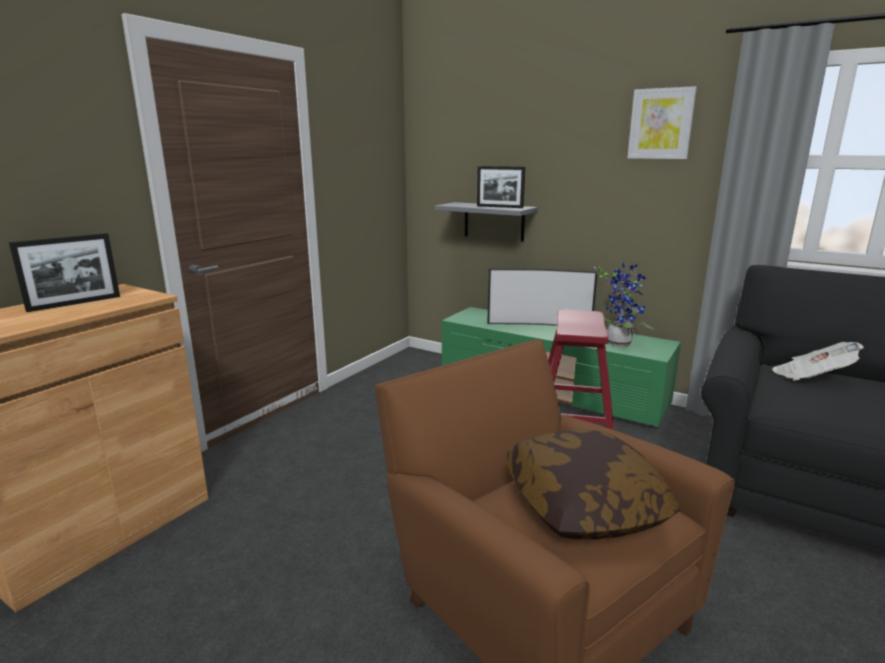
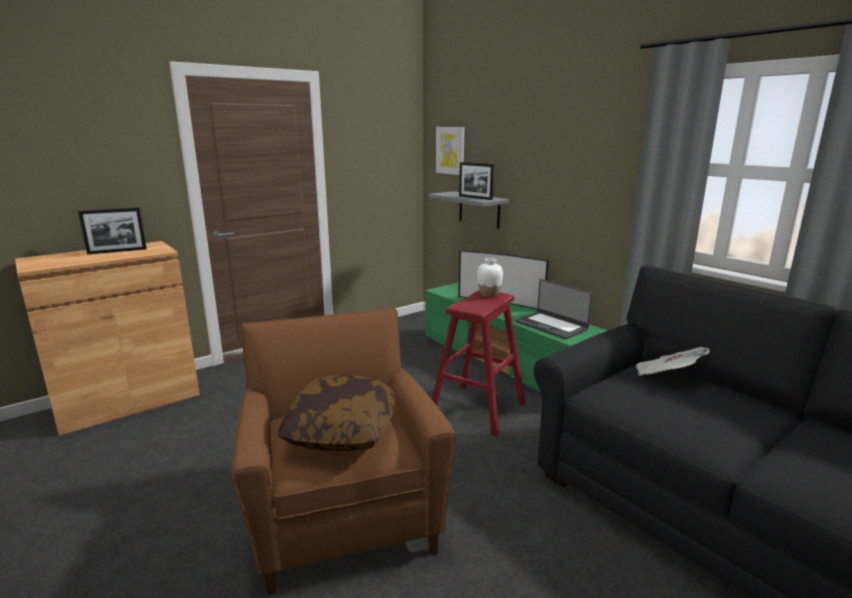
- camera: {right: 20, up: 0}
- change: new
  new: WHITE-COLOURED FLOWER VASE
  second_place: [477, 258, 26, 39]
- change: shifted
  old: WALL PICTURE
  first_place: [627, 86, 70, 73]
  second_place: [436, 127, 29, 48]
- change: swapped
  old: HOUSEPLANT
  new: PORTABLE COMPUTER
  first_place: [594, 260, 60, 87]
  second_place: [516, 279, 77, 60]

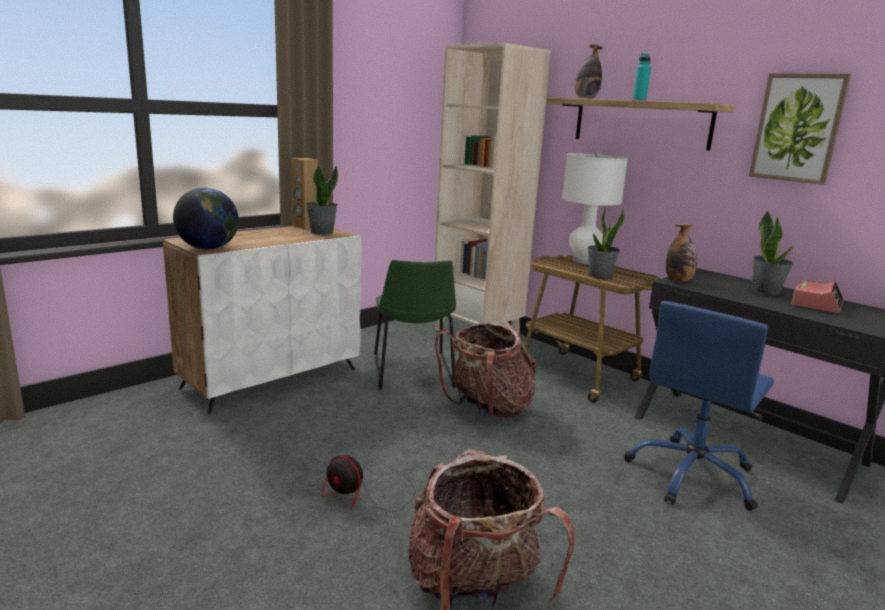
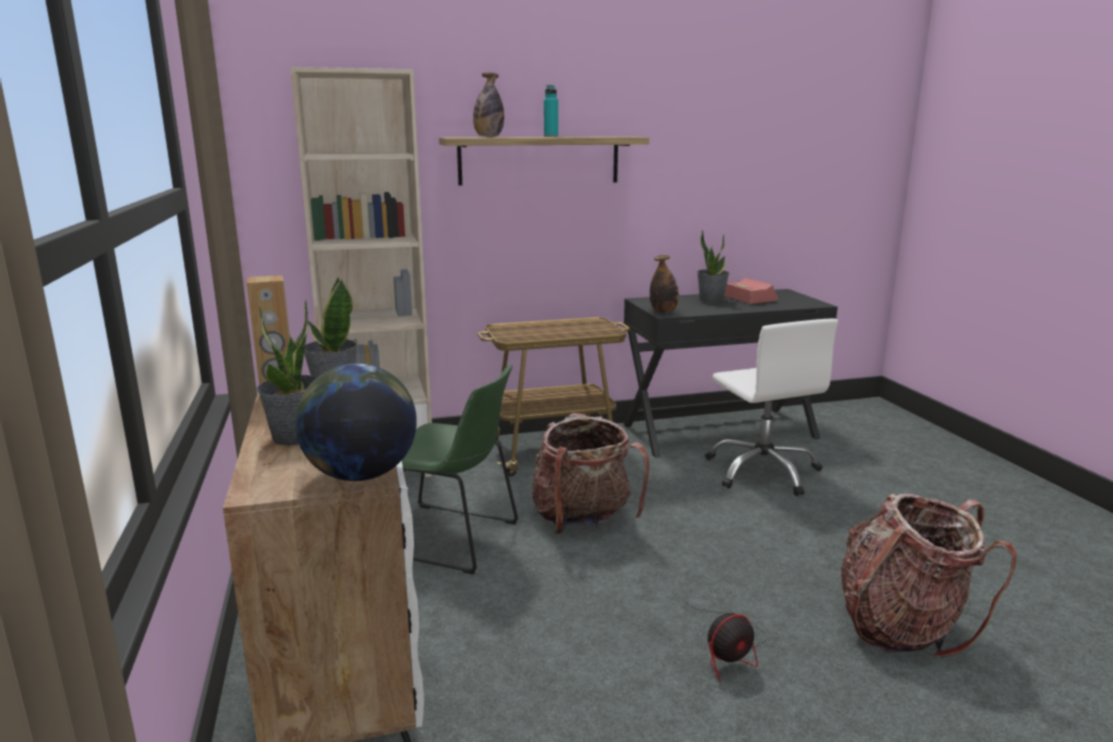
- camera: {right: -60, up: 0}
- change: gone
  old: WHITE-COLOURED TABLETOP LAMP
  first_place: [562, 152, 66, 112]
- change: gone
  old: WALL PICTURE
  first_place: [749, 73, 102, 112]
- change: shifted
  old: HOUSEPLANT
  first_place: [588, 207, 37, 72]
  second_place: [257, 300, 60, 146]
- change: repainted
  old: BLUE COMPUTER CHAIR
  new: WHITE-COLOURED COMPUTER CHAIR
  first_place: [624, 301, 150, 210]
  second_place: [705, 318, 133, 178]

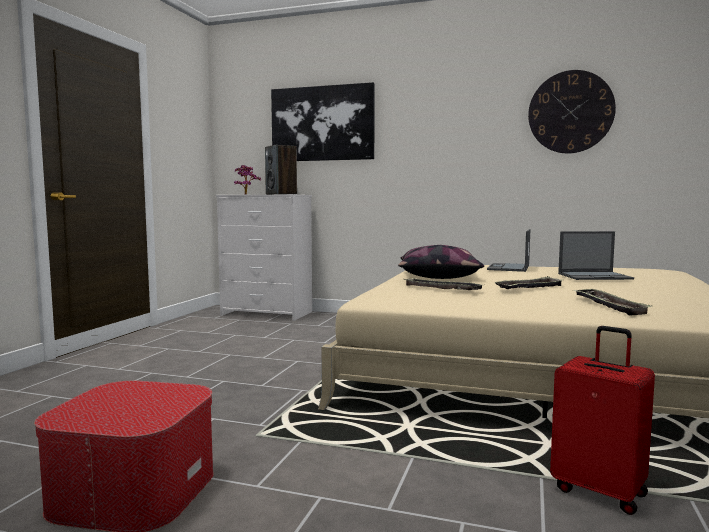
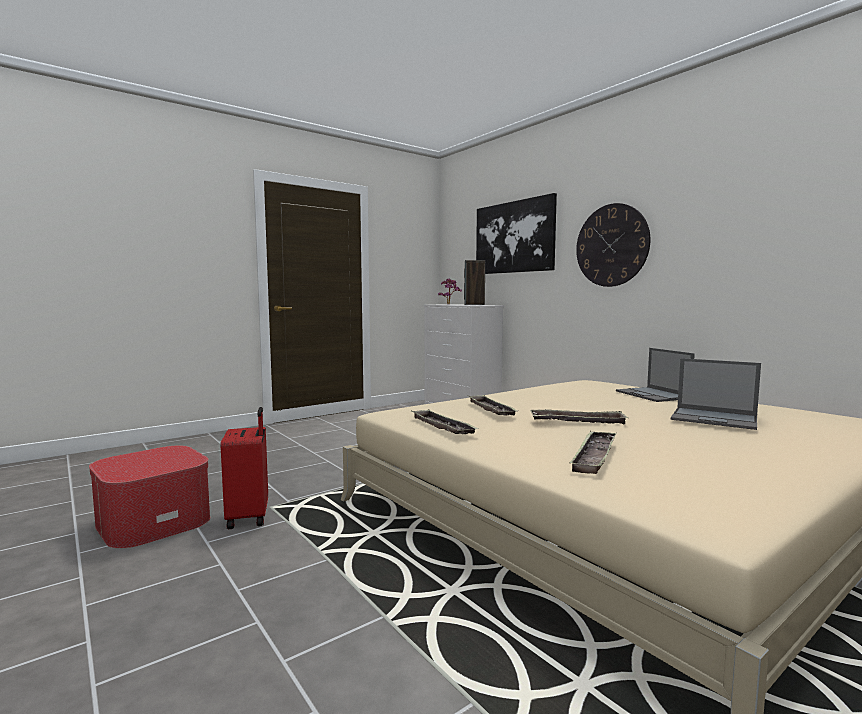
- camera: {right: 35, up: 0}
- change: gone
  old: CUSHION
  first_place: [398, 245, 86, 34]
- change: new
  new: CARRYING TRAY
  second_place: [411, 410, 68, 24]
- change: shifted
  old: CLOCK ON THE WALL
  first_place: [528, 70, 88, 83]
  second_place: [576, 203, 75, 84]
- change: shifted
  old: RED-COLOURED TRAVEL CASE
  first_place: [550, 326, 105, 189]
  second_place: [221, 407, 47, 122]
- change: rotated
  old: PORTABLE COMPUTER
  first_place: [487, 229, 44, 43]
  second_place: [616, 348, 79, 54]
  degrees: -75

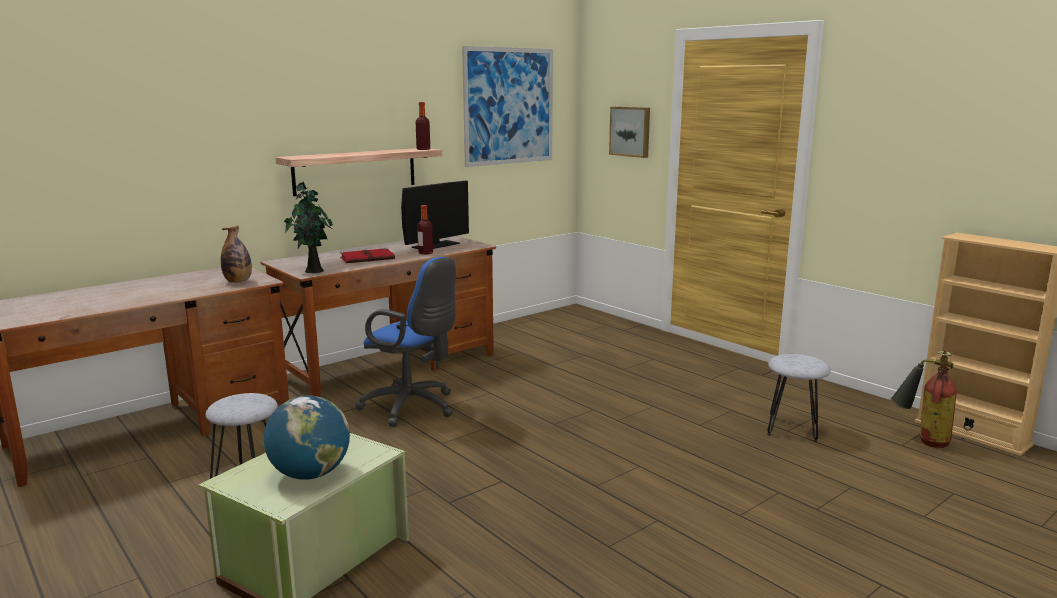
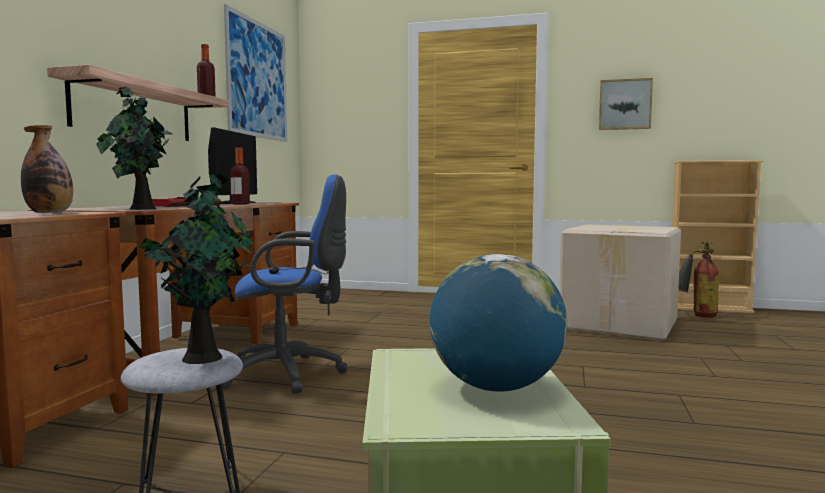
- camera: {right: -35, up: -10}
- change: new
  new: HOUSEPLANT
  second_place: [139, 172, 115, 192]
- change: shifted
  old: WALL PICTURE
  first_place: [609, 107, 41, 51]
  second_place: [599, 78, 54, 52]
- change: swapped
  old: GREYISH SITTING STOOL
  new: CARTON
  first_place: [767, 354, 64, 88]
  second_place: [560, 224, 121, 117]

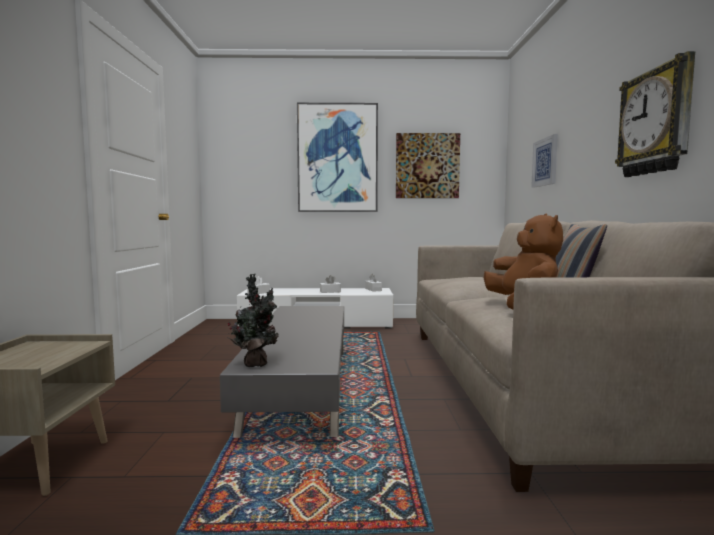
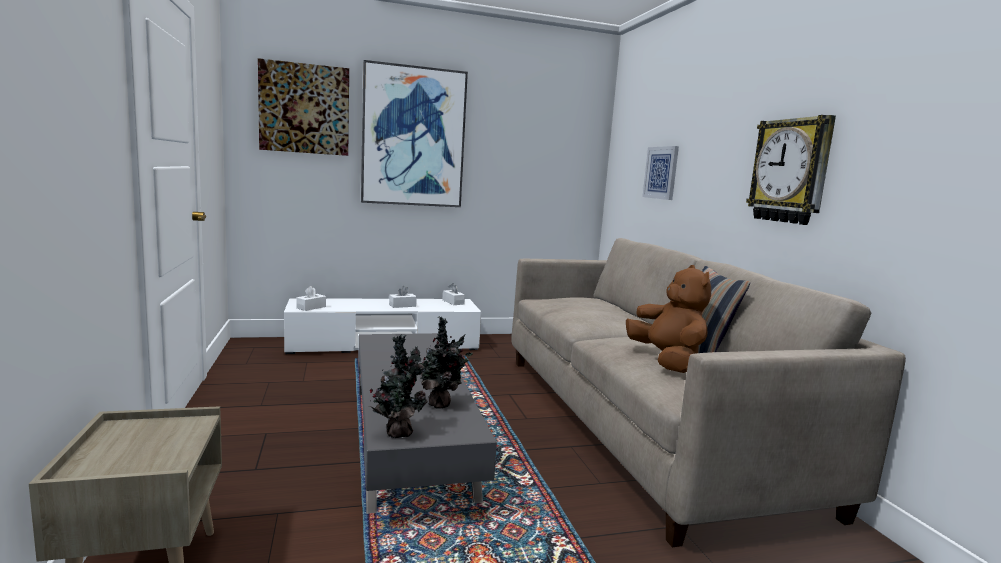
- camera: {right: -15, up: 5}
- change: new
  new: HOUSEPLANT
  second_place: [417, 316, 56, 93]
- change: shifted
  old: WALL PICTURE
  first_place: [396, 133, 64, 65]
  second_place: [258, 58, 91, 98]

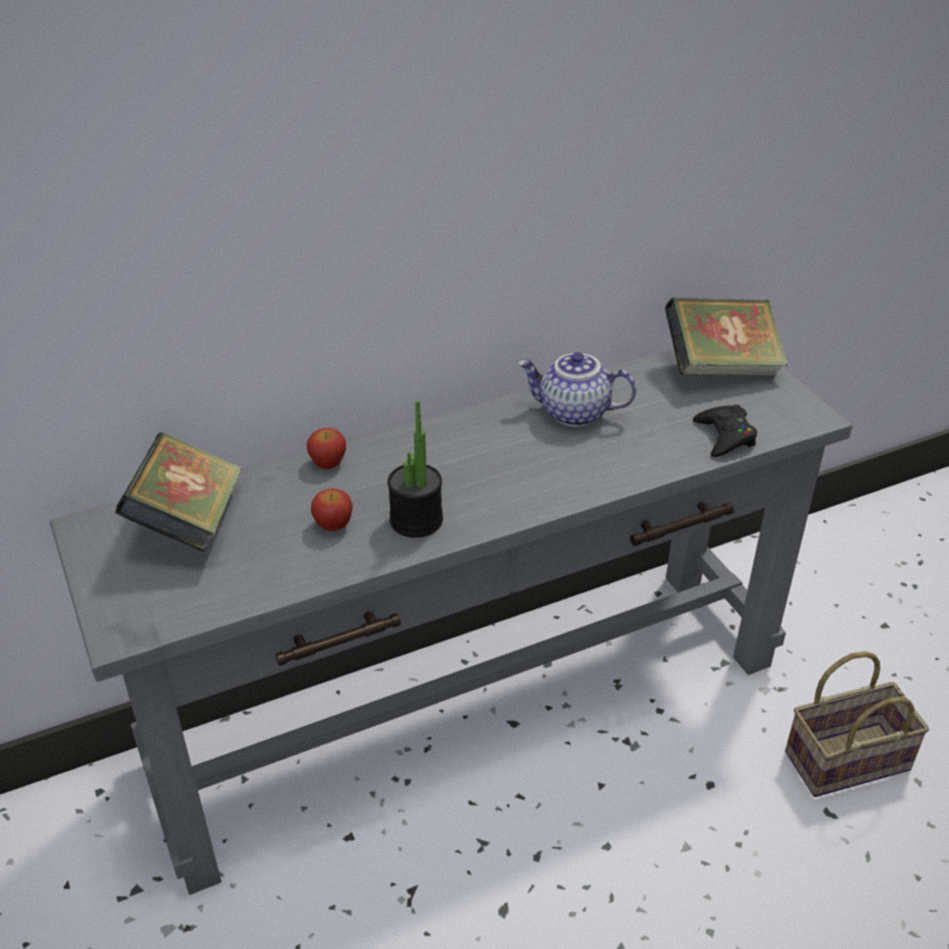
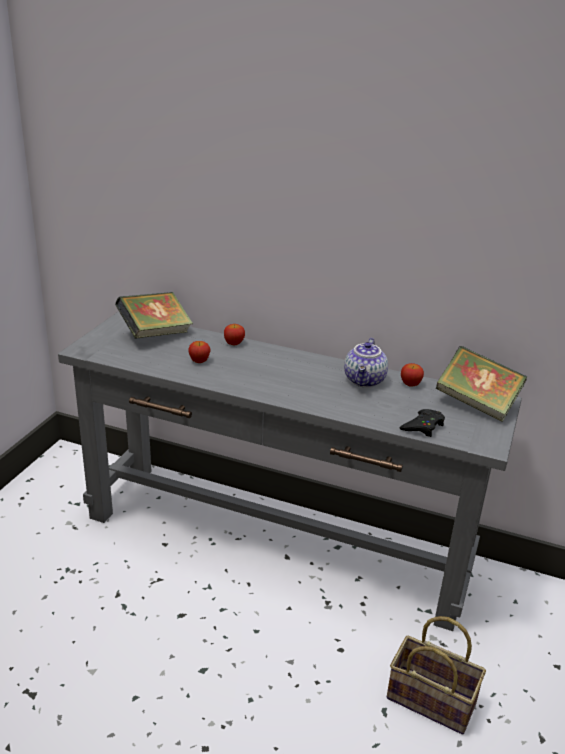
- camera: {right: 45, up: -10}
- change: gone
  old: HOUSEPLANT
  first_place: [388, 400, 55, 138]
- change: new
  new: WHOLE APPLE
  second_place: [401, 363, 23, 24]
- change: rotated
  old: TEAPOT
  first_place: [518, 352, 118, 75]
  second_place: [344, 338, 44, 50]
  degrees: -135

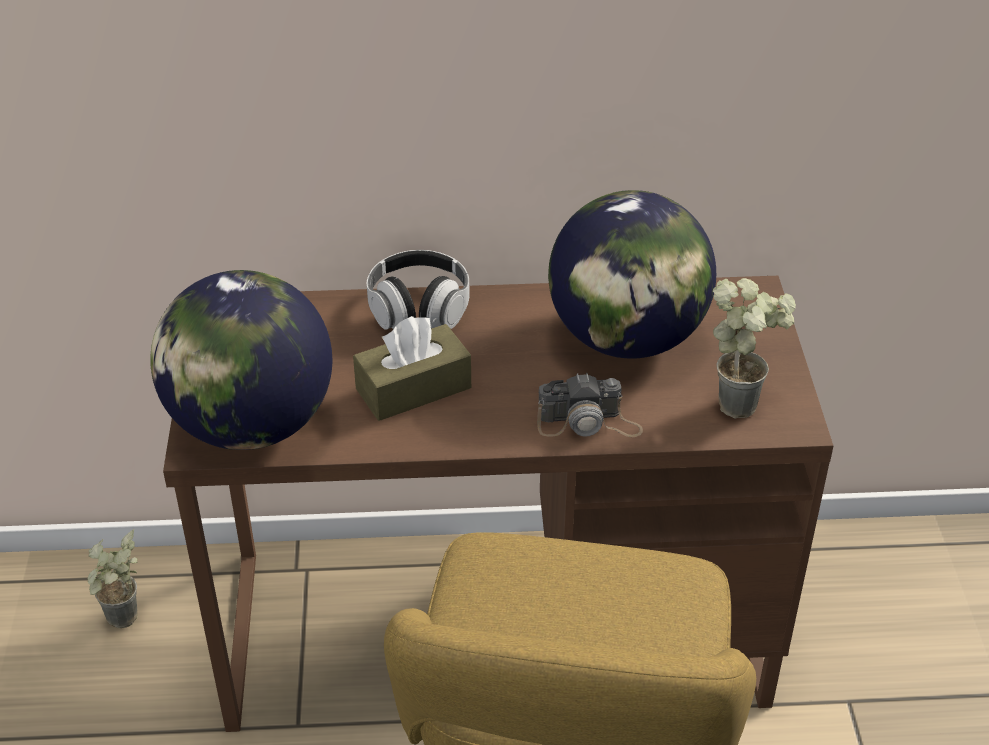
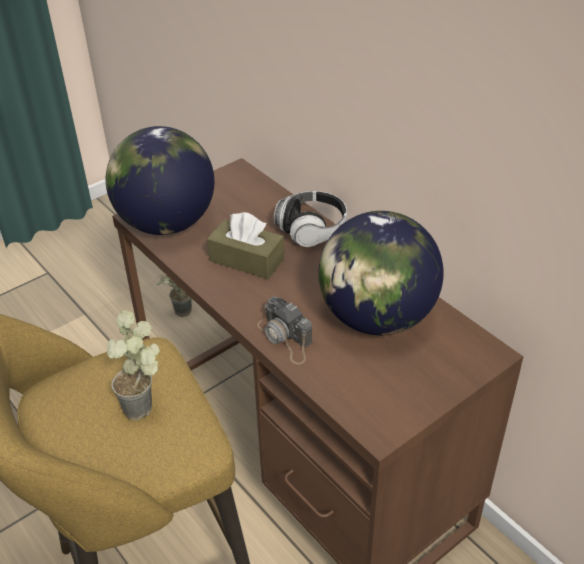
- camera: {right: 55, up: 0}
- change: shifted
  old: HOUSEPLANT
  first_place: [713, 278, 83, 141]
  second_place: [107, 310, 53, 110]

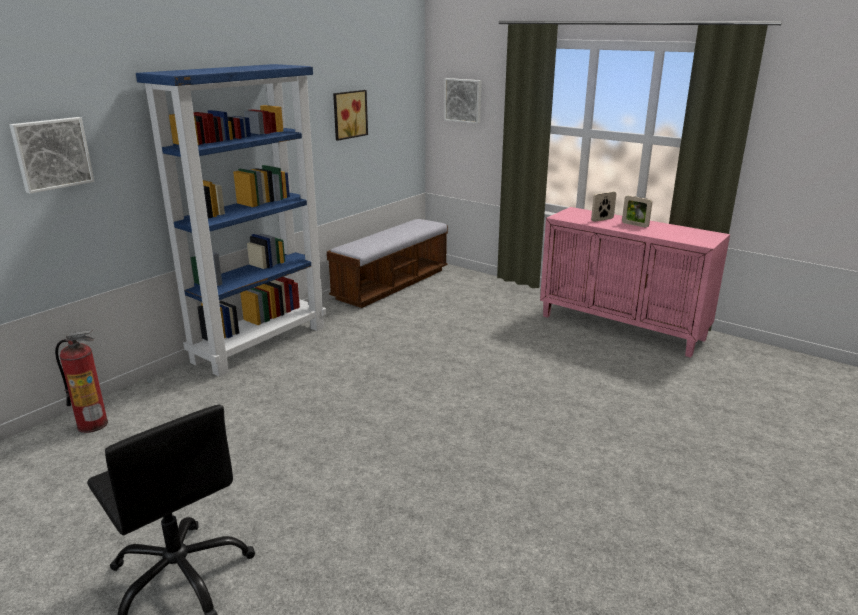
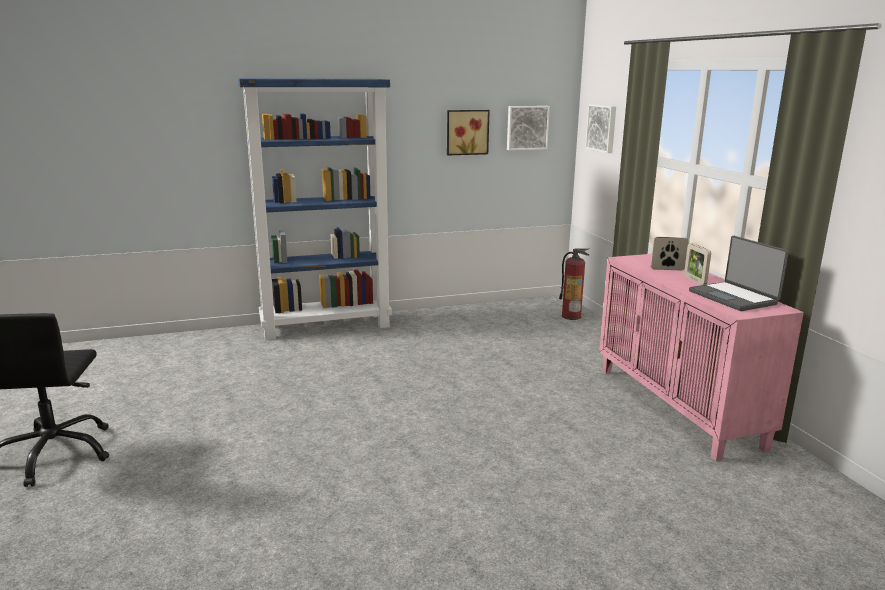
- camera: {right: 35, up: -5}
- change: gone
  old: INDOOR BENCH
  first_place: [327, 219, 121, 89]
- change: new
  new: PORTABLE COMPUTER
  second_place: [689, 236, 100, 75]
- change: shifted
  old: WALL PICTURE
  first_place: [9, 117, 86, 77]
  second_place: [507, 106, 43, 44]
- change: shifted
  old: EXTINGUISHER
  first_place: [55, 330, 53, 103]
  second_place: [559, 248, 30, 72]

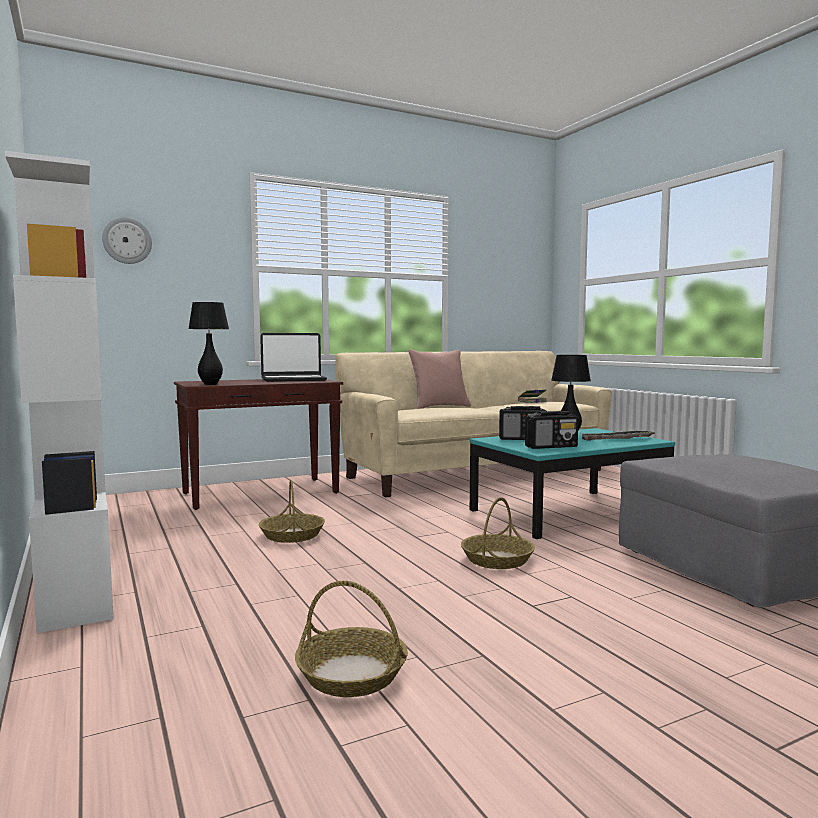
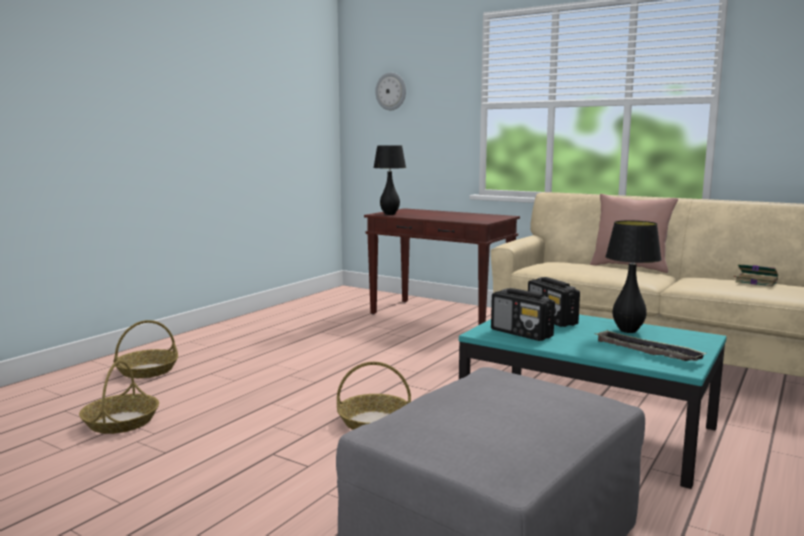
- camera: {right: 60, up: 5}
- change: gone
  old: WHITE-COLOURED SHELVING UNIT
  first_place: [5, 151, 109, 482]
- change: gone
  old: PORTABLE COMPUTER
  first_place: [260, 333, 67, 49]
- change: shifted
  old: HOUSEHOLD BASKET
  first_place: [259, 480, 66, 63]
  second_place: [114, 320, 64, 58]

